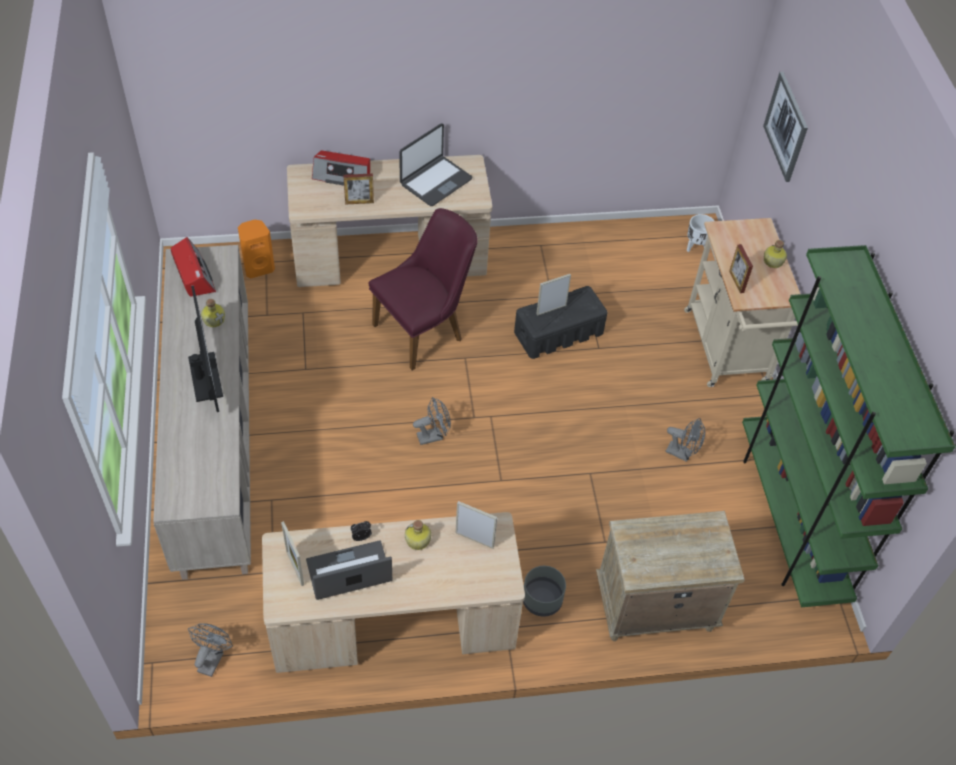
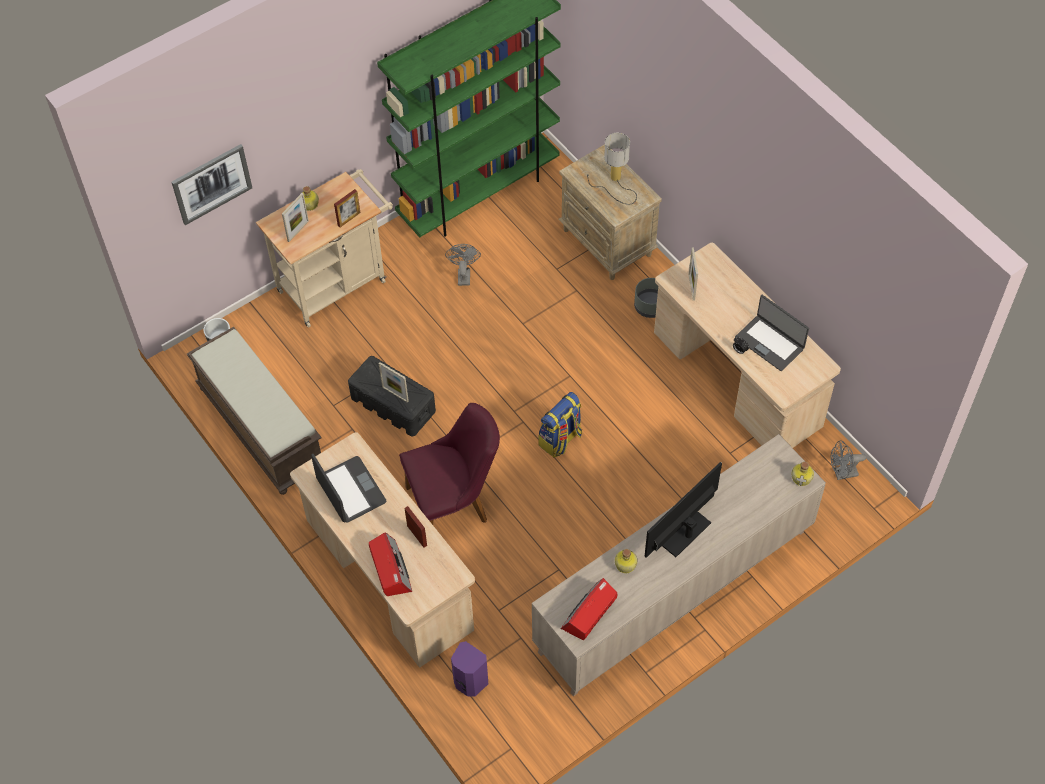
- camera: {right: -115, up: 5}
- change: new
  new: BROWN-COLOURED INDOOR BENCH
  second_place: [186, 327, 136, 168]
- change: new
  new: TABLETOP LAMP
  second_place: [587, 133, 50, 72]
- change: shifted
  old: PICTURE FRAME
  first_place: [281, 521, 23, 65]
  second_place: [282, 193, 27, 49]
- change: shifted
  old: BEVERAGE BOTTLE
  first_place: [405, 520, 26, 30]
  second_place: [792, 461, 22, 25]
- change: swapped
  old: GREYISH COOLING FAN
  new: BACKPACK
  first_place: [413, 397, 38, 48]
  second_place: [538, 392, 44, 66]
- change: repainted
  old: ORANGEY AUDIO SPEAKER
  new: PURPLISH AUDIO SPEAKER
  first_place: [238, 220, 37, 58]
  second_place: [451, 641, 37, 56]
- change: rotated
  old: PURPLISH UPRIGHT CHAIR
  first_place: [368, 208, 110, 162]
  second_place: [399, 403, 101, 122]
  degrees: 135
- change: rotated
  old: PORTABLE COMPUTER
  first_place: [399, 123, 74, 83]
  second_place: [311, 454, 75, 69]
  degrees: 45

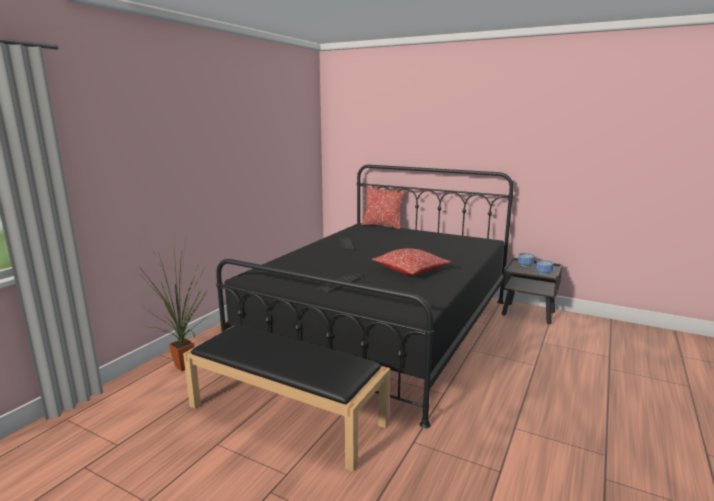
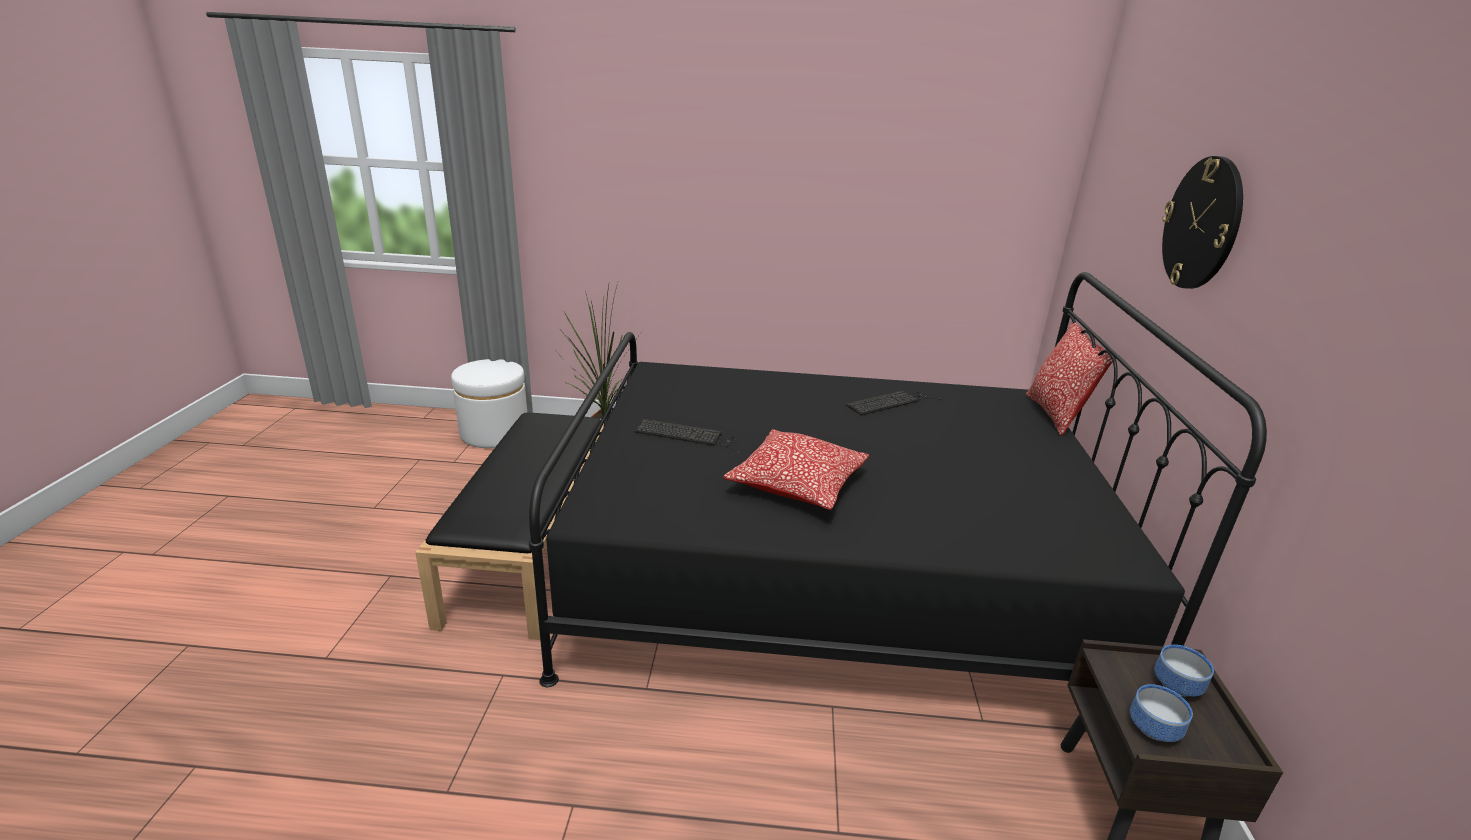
- camera: {right: 65, up: 10}
- change: new
  new: WHITE-COLOURED OTTOMAN
  second_place: [451, 359, 76, 89]
- change: new
  new: CLOCK ON THE WALL
  second_place: [1162, 156, 81, 133]

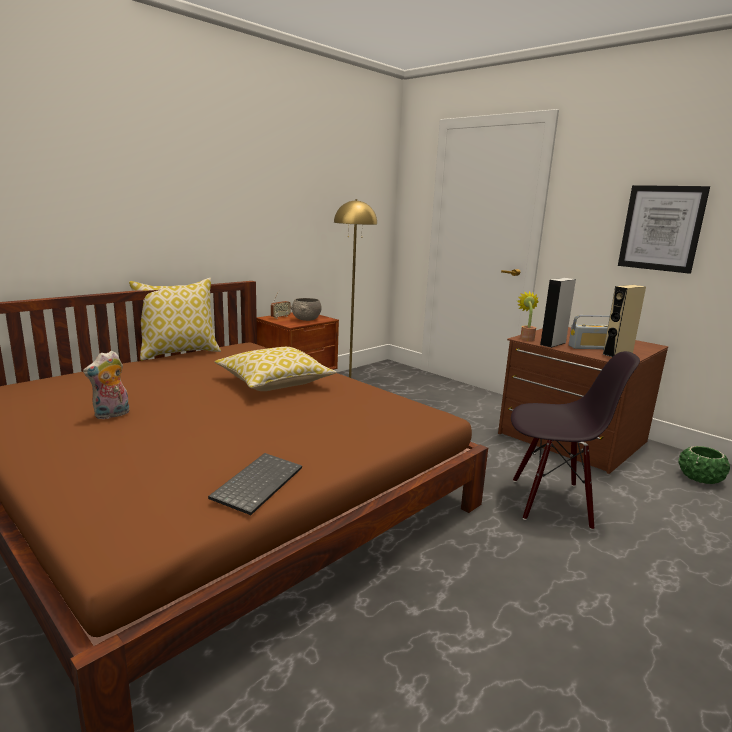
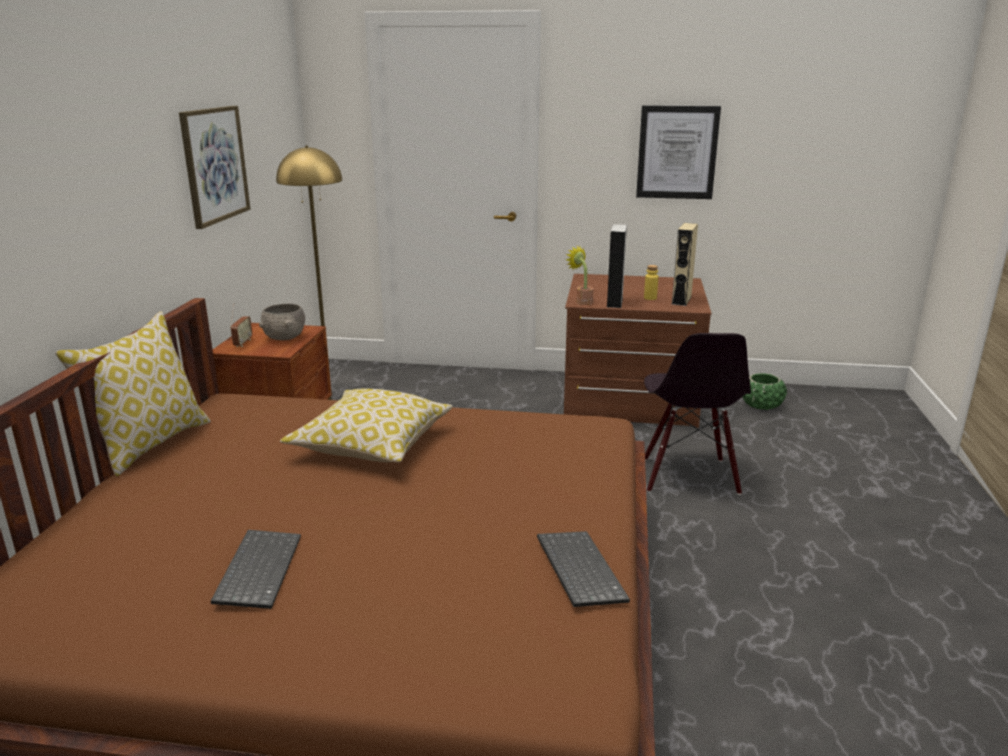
- camera: {right: -35, up: 5}
- change: new
  new: WALL PICTURE
  second_place: [179, 106, 71, 123]
- change: swapped
  old: CUDDLY TOY
  new: KEYBOARD
  first_place: [83, 350, 46, 69]
  second_place: [211, 530, 90, 79]
- change: swapped
  old: RADIO RECEIVER
  new: YELLOW-COLOURED BEVERAGE BOTTLE
  first_place: [569, 315, 41, 34]
  second_place: [644, 265, 14, 35]
- change: rotated
  old: BLACKISH UPRIGHT CHAIR
  first_place: [511, 351, 129, 179]
  second_place: [644, 333, 107, 162]
  degrees: 120

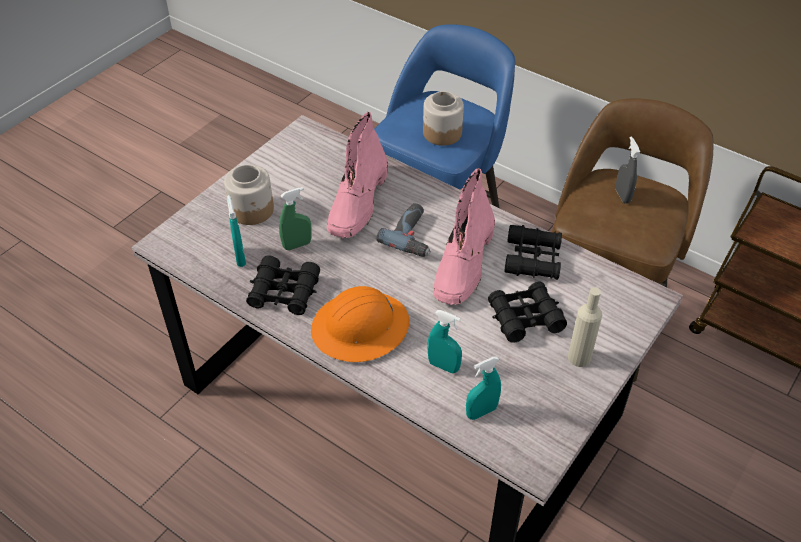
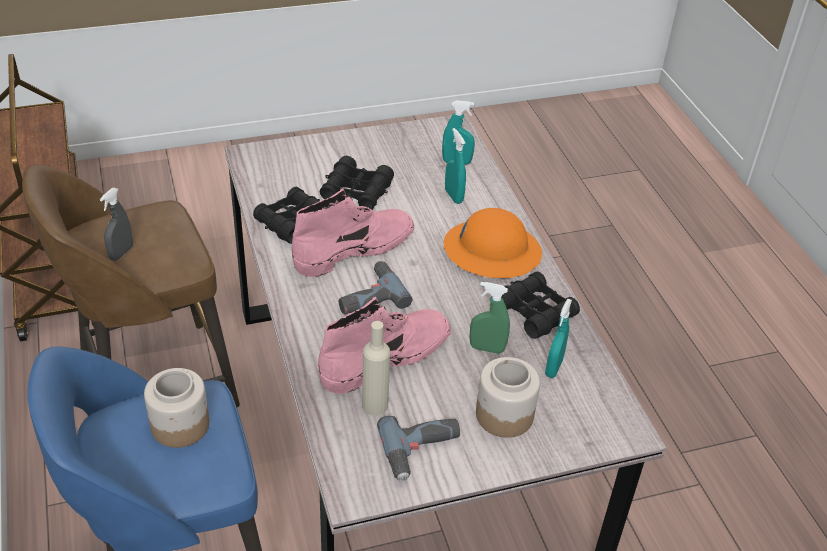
- camera: {right: -145, up: -5}
- change: new
  new: ELECTRIC DRILL
  second_place: [377, 416, 83, 65]
- change: shifted
  old: BEIGE-COLOURED BEVERAGE BOTTLE
  first_place: [568, 287, 34, 80]
  second_place: [362, 321, 28, 95]

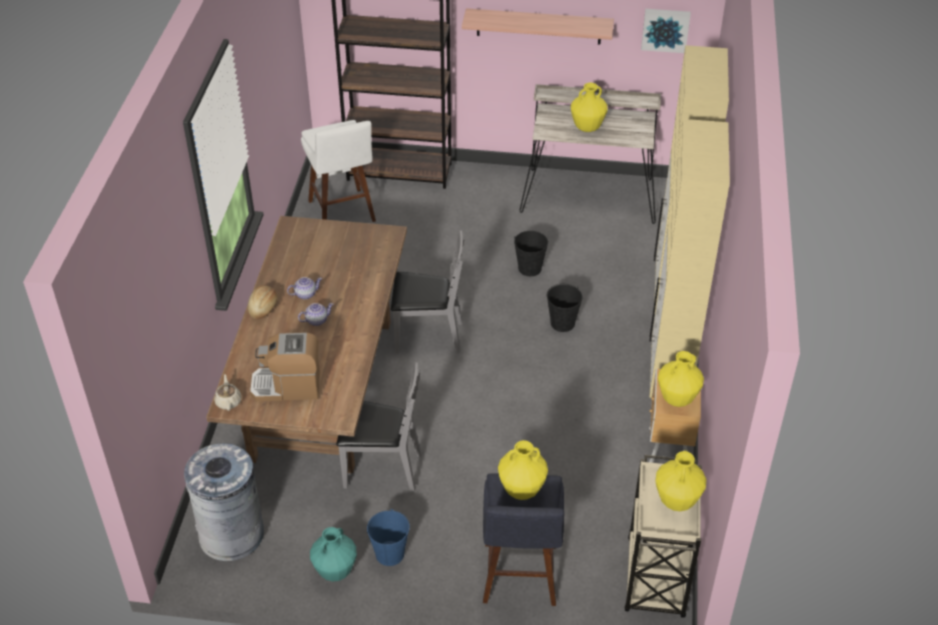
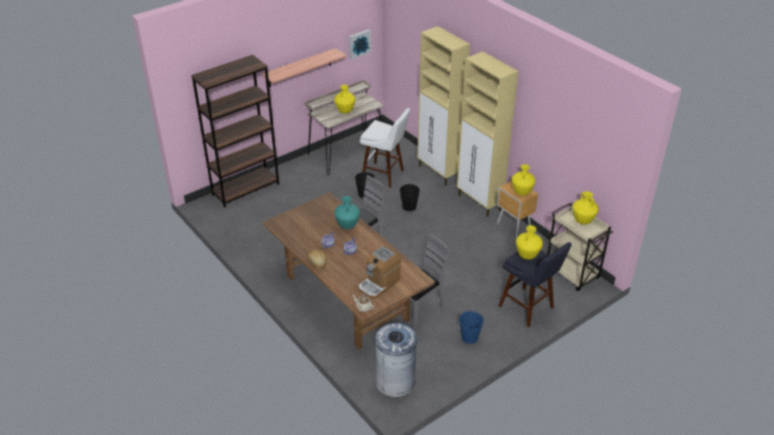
- camera: {right: -45, up: -5}
- change: shifted
  old: WHITE-COLOURED SITTING STOOL
  first_place: [301, 120, 75, 102]
  second_place: [360, 108, 50, 80]
- change: shifted
  old: TURQUOISE-COLOURED FLOWER VASE
  first_place: [310, 527, 47, 54]
  second_place: [335, 196, 25, 33]

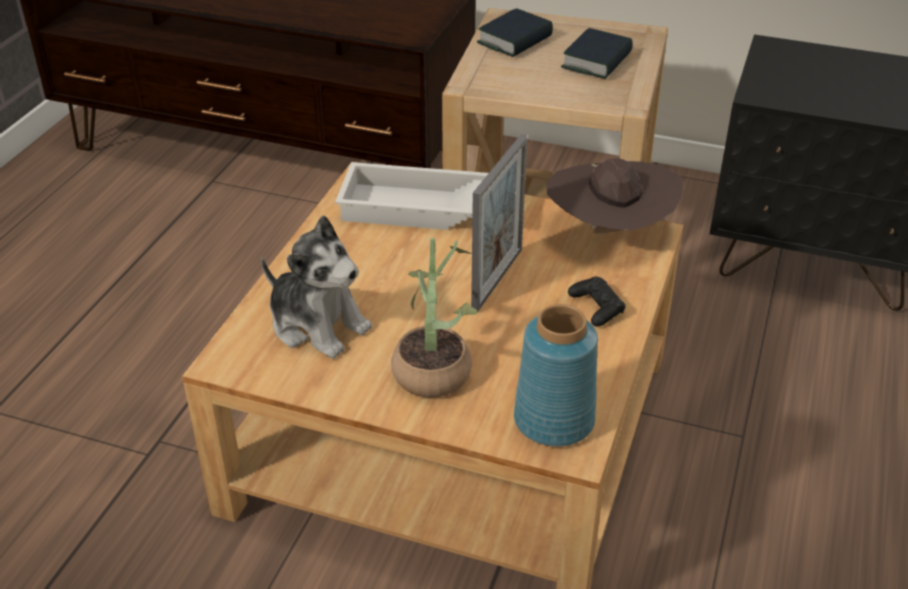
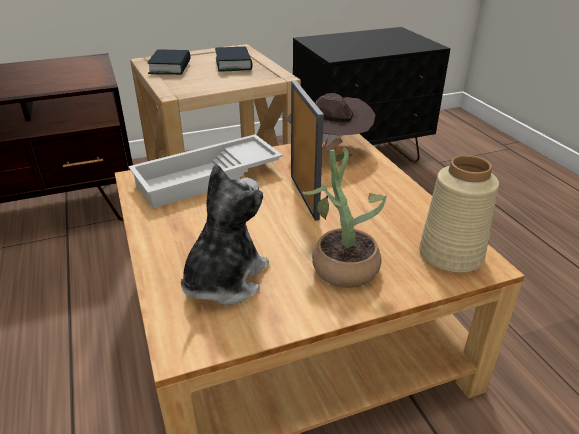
- camera: {right: -40, up: -5}
- change: gone
  old: BLACKISH GAME CONTROLLER
  first_place: [568, 277, 58, 50]
- change: repainted
  old: BLUE FLOWER VASE
  new: BEIGE-COLOURED FLOWER VASE
  first_place: [514, 304, 84, 143]
  second_place: [419, 155, 80, 118]
- change: rotated
  old: CUDDLY TOY
  first_place: [261, 215, 111, 144]
  second_place: [181, 164, 88, 141]
  degrees: -60

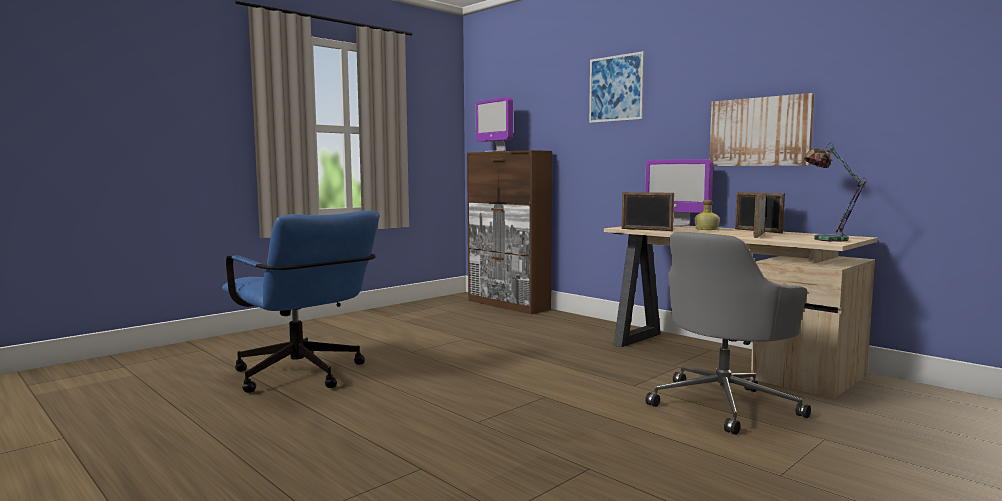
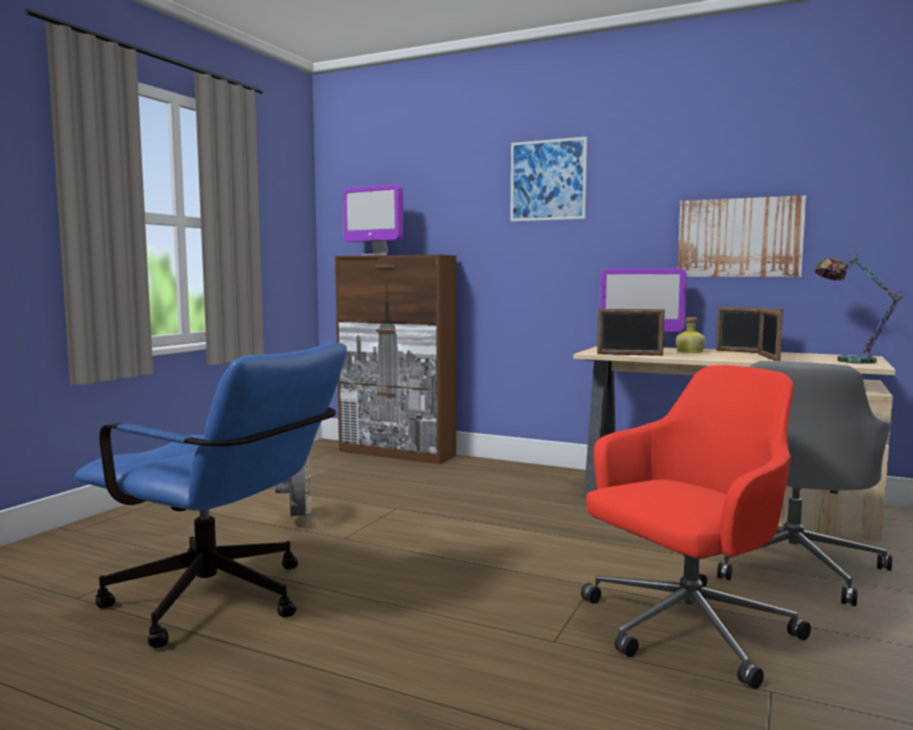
- camera: {right: -20, up: 0}
- change: new
  new: GREYISH COOLING FAN
  second_place: [275, 455, 36, 69]
- change: new
  new: RED-COLOURED COMPUTER CHAIR
  second_place: [581, 365, 230, 324]

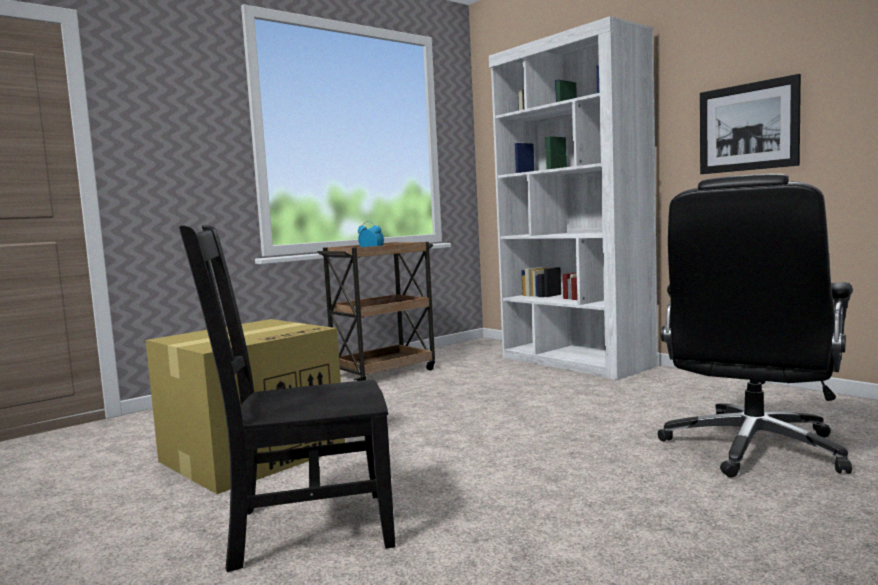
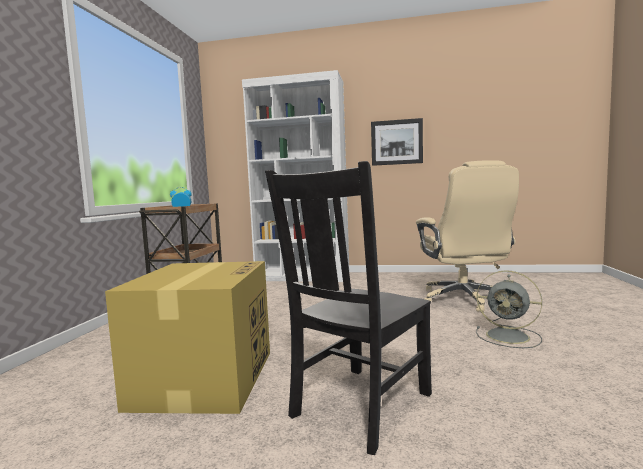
- camera: {right: -40, up: 0}
- change: new
  new: GREYISH COOLING FAN
  second_place: [476, 270, 66, 78]
- change: repainted
  old: BLACKISH COMPUTER CHAIR
  new: BEIGE-COLOURED COMPUTER CHAIR
  first_place: [658, 174, 195, 304]
  second_place: [416, 160, 103, 152]

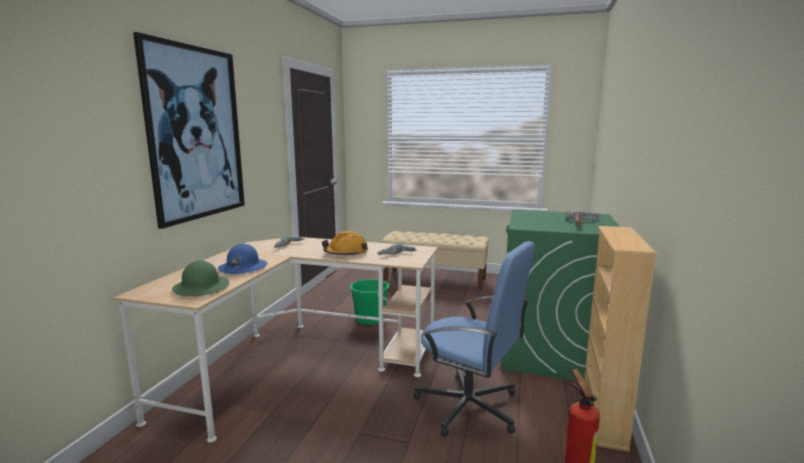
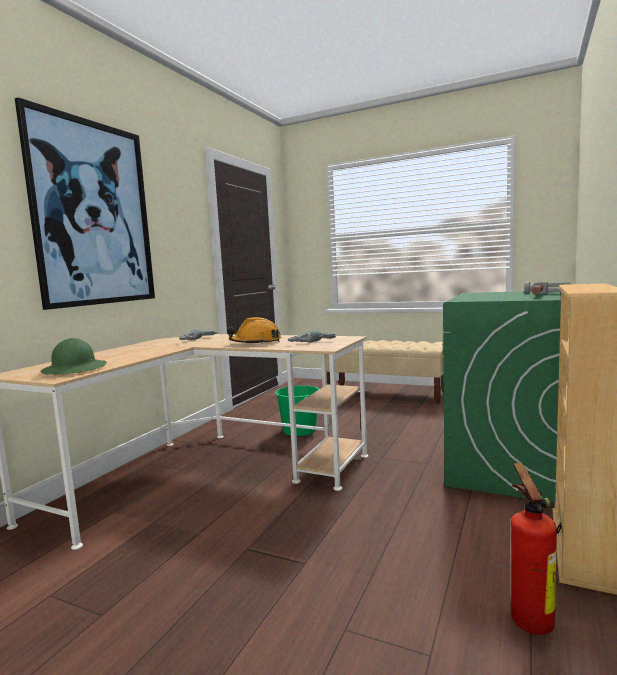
- camera: {right: 10, up: -5}
- change: gone
  old: BLUE SAFETY HELMET
  first_place: [218, 244, 49, 30]
- change: gone
  old: BLUE COMPUTER CHAIR
  first_place: [413, 241, 122, 196]

